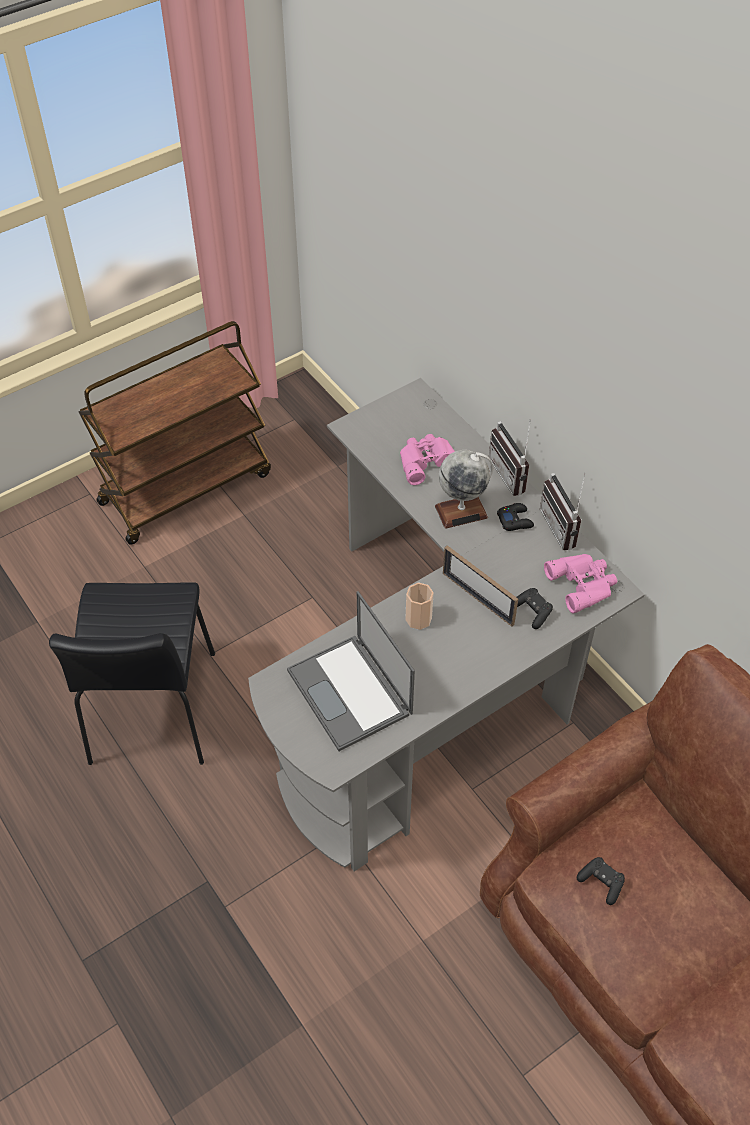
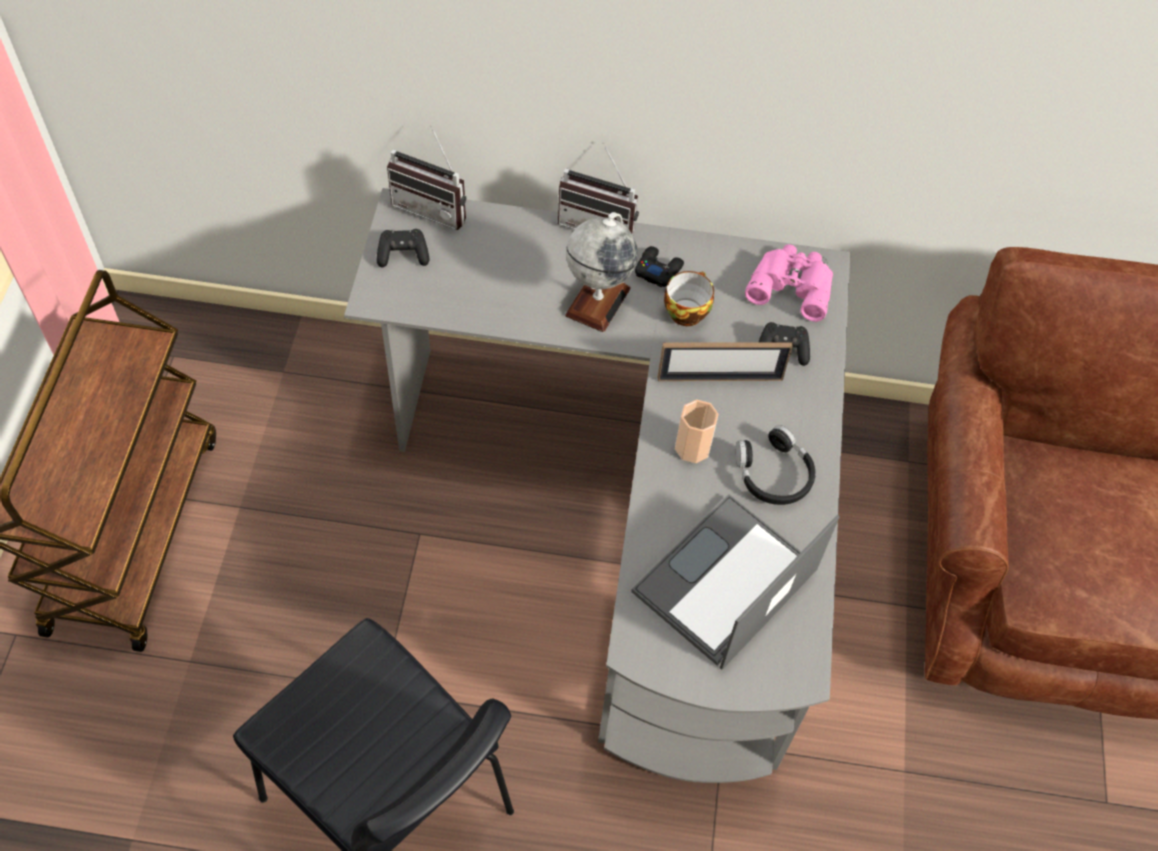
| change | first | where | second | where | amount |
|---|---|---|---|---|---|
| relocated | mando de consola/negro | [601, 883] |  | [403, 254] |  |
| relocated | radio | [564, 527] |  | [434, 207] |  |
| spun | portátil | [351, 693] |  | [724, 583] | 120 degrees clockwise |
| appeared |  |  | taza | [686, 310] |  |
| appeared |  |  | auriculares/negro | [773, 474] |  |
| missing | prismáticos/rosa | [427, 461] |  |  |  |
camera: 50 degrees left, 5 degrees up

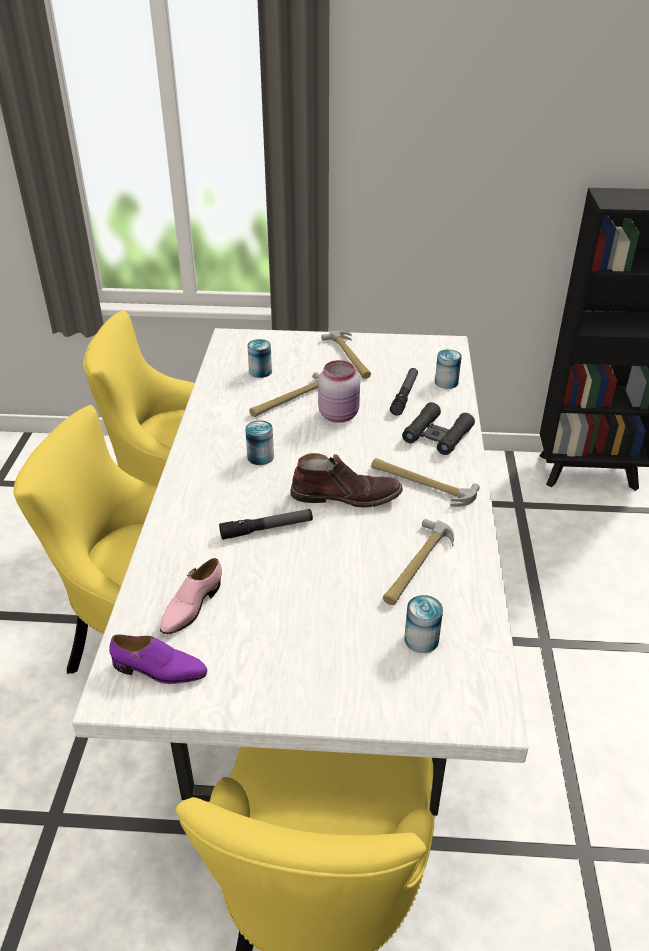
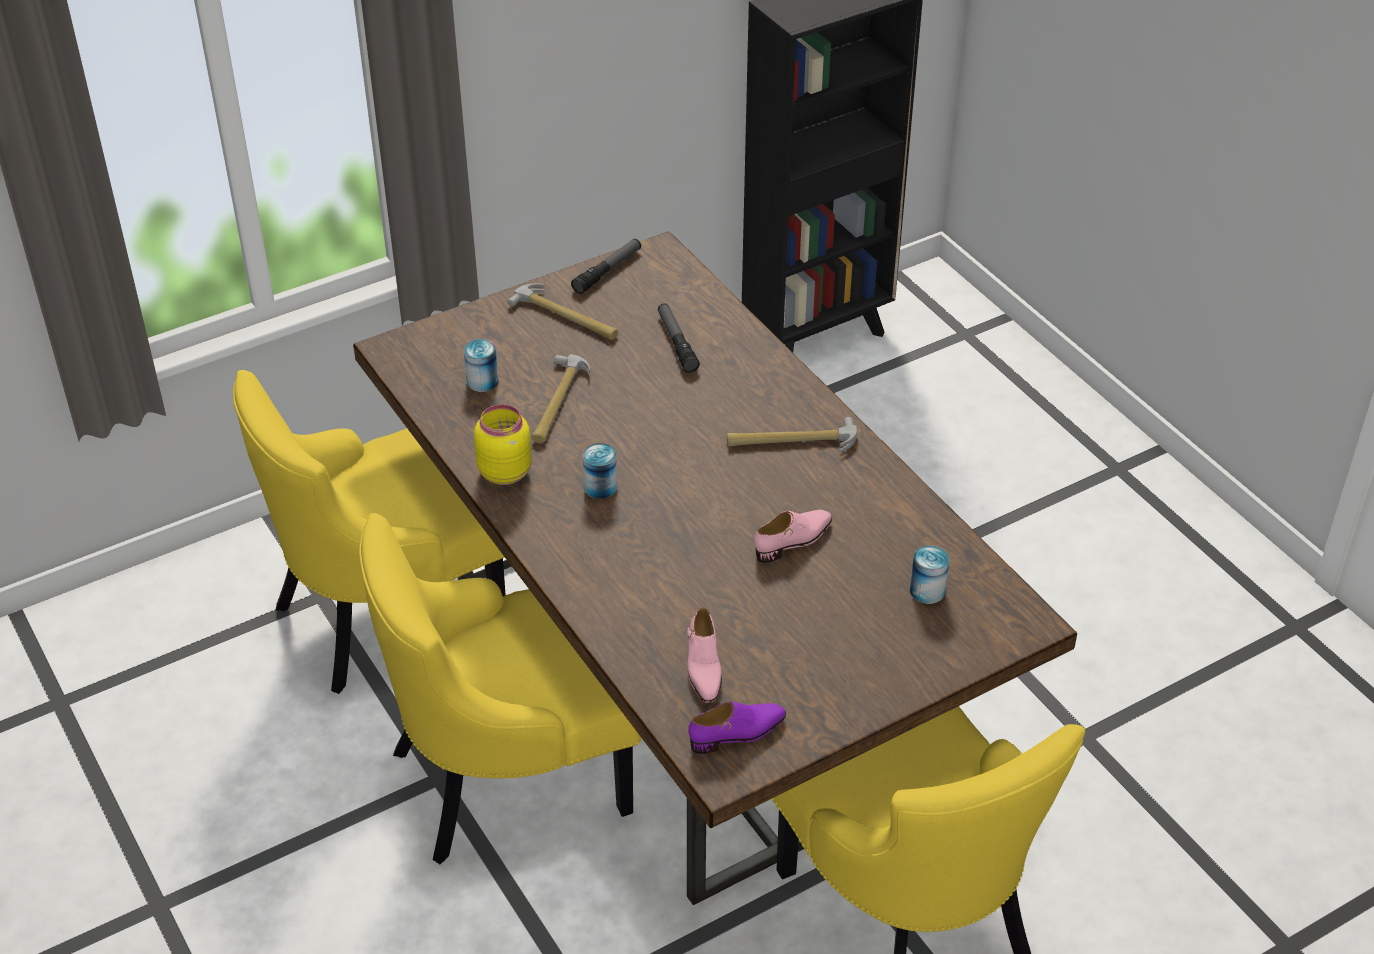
| change | first | where | second | where | amount |
|---|---|---|---|---|---|
| colour | mesa de comedor/blanco | [324, 634] | mesa de comedor/marrón | [685, 670] |  |
| appeared |  |  | tarro/amarillo | [505, 471] |  |
| relocated | linterna | [266, 529] |  | [607, 271] |  |
| appeared |  |  | zapato/rosa | [794, 540] |  |
| missing | bota/marrón | [346, 495] |  |  |  |
| missing | tarro/rosa | [339, 415] |  |  |  |
| missing | martillo | [416, 565] |  |  |  |
| missing | prismáticos/negro | [437, 435] |  |  |  |
| missing | lata | [446, 382] |  |  |  |
camera: 35 degrees left, 5 degrees up

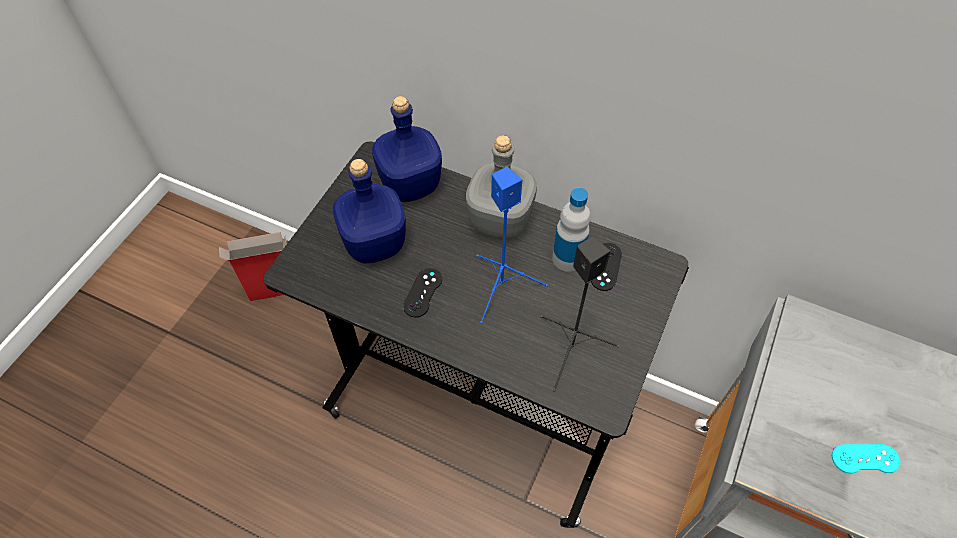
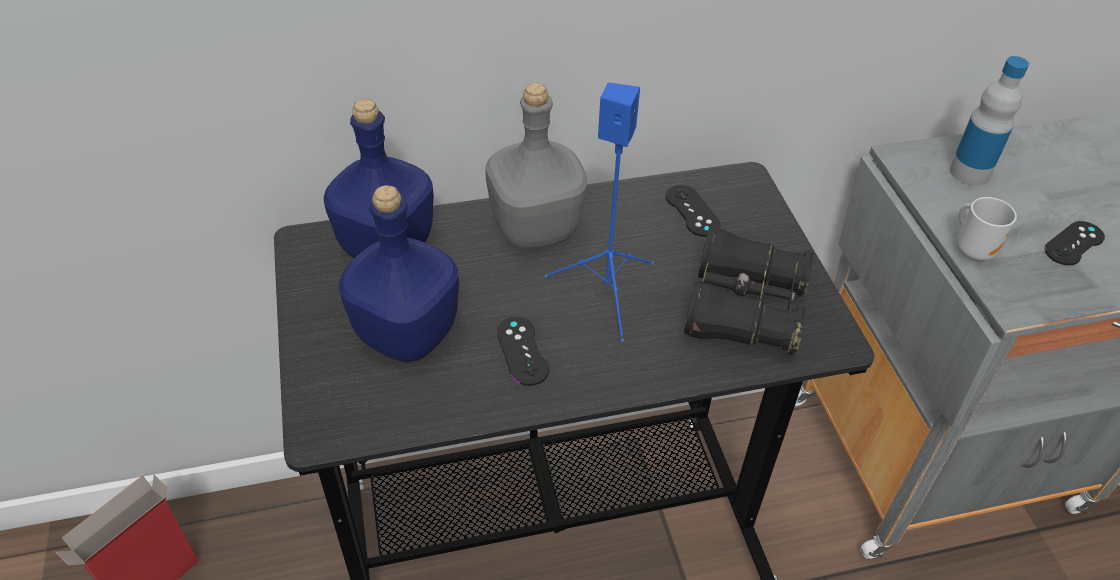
| change | first | where | second | where | amount |
|---|---|---|---|---|---|
| exchanged | altavoz/negro | [572, 349] | prismáticos/negro | [744, 308] |  |
| relocated | botella | [567, 258] |  | [969, 172] |  |
| appeared |  |  | taza grande | [973, 250] |  |
| colour | mando de consola/turquesa | [865, 458] | mando de consola/negro | [1074, 243] |  |
camera: 40 degrees left, 10 degrees down

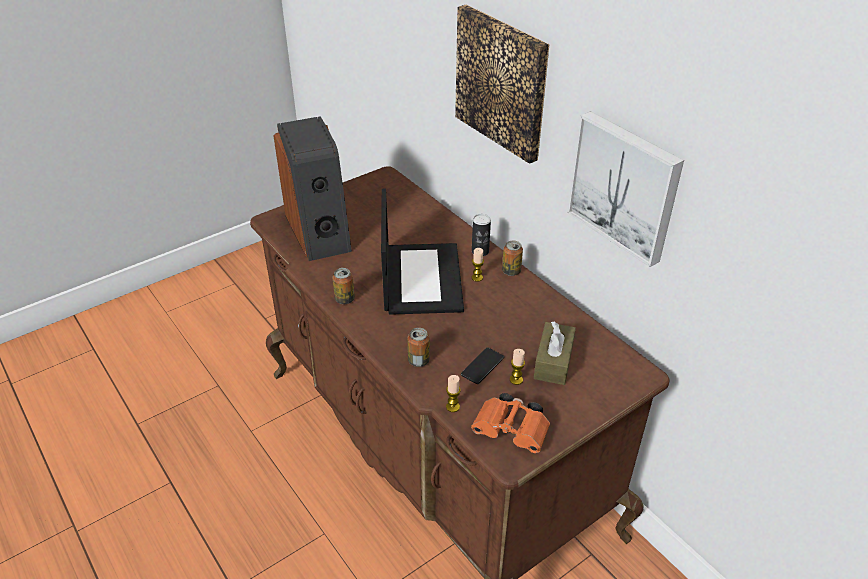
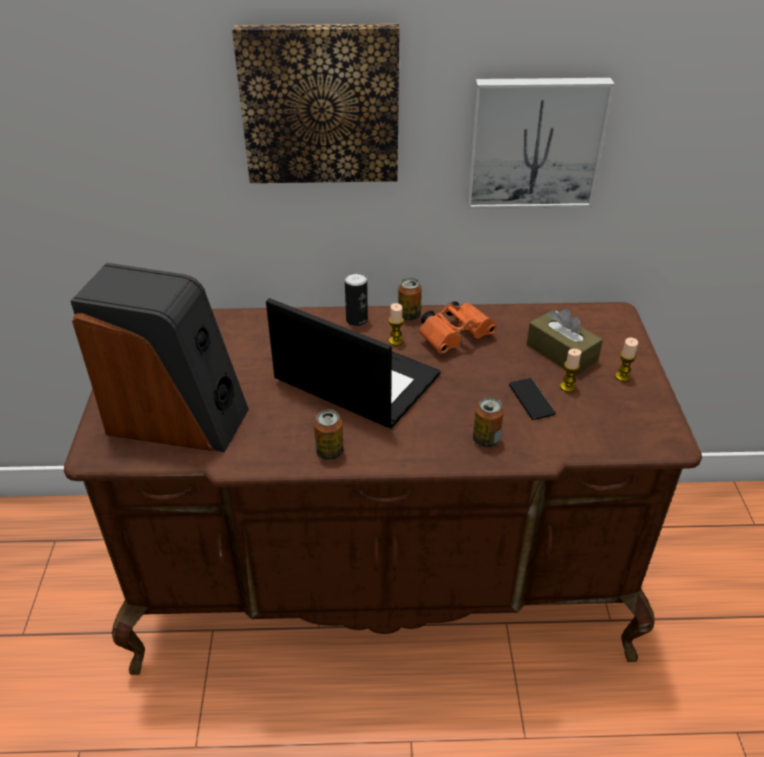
| change | first | where | second | where | amount |
|---|---|---|---|---|---|
| relocated | prismáticos/naranja | [513, 432] |  | [456, 337] |  |
| relocated | vela | [453, 407] |  | [622, 376] |  |
camera: 55 degrees left, 0 degrees up

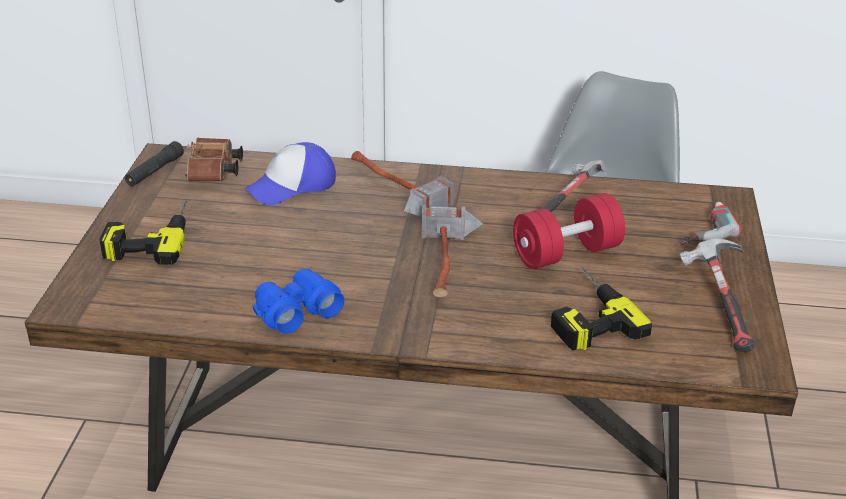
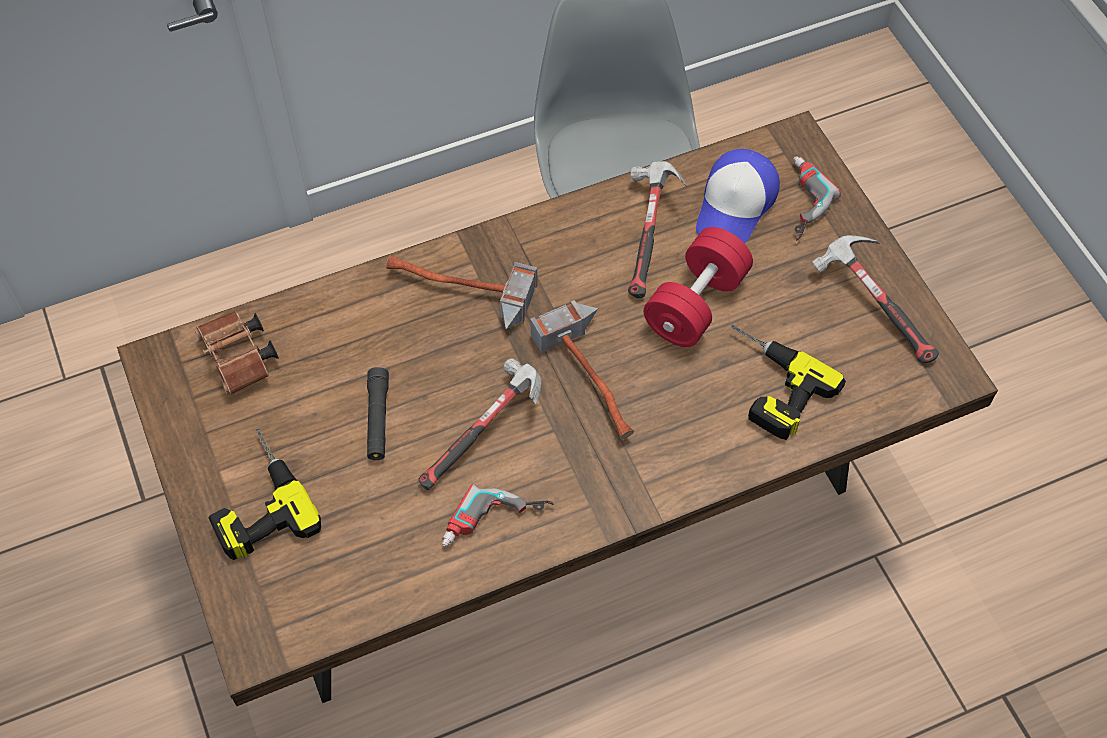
| change | first | where | second | where | amount |
|---|---|---|---|---|---|
| relocated | linterna/negro | [155, 171] |  | [378, 419] |  |
| appeared |  |  | martillo | [484, 432] |  |
| exchanged | prismáticos/azul | [296, 311] | taladro | [496, 526] |  |
| relocated | gorra | [292, 186] |  | [735, 205] |  |
camera: 30 degrees left, 25 degrees up

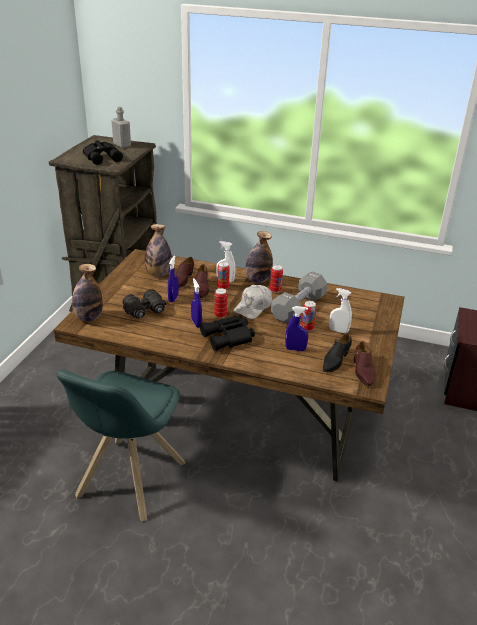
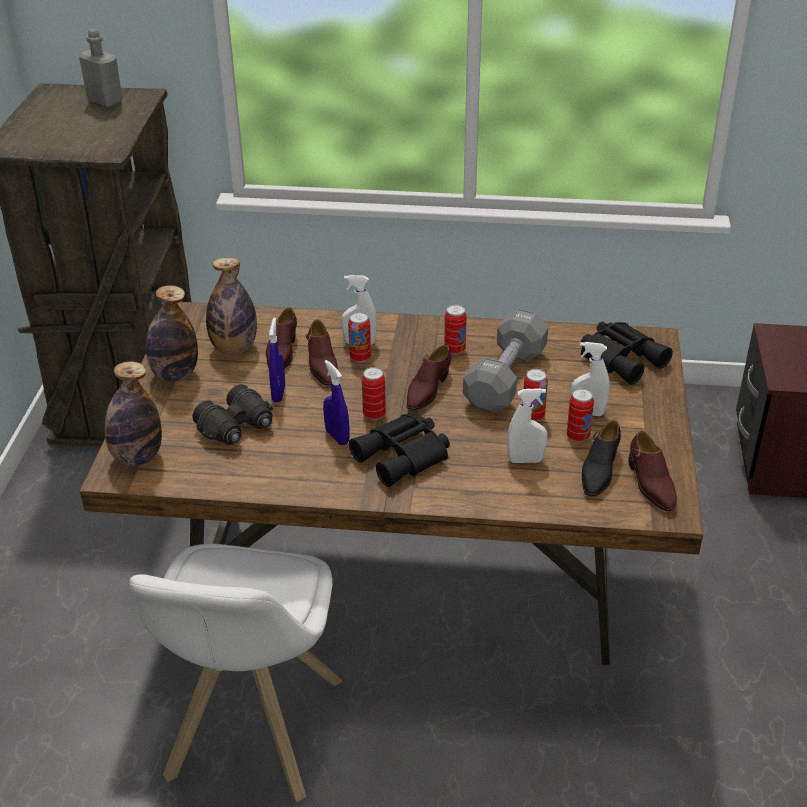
| change | first | where | second | where | amount |
|---|---|---|---|---|---|
| colour | silla/turquesa | [130, 479] | silla/blanco | [253, 728] |  |
| relocated | botella | [257, 280] |  | [175, 375] |  |
| exchanged | gorra/blanco | [253, 307] | zapato/marrón | [427, 389] |  |
| colour | pulverizador/azul | [295, 349] | pulverizador/blanco | [525, 460] |  |
| appeared |  |  | lata | [578, 436] |  |
| relocated | prismáticos/negro | [103, 157] |  | [622, 357] |  |
camera: 10 degrees left, 5 degrees up

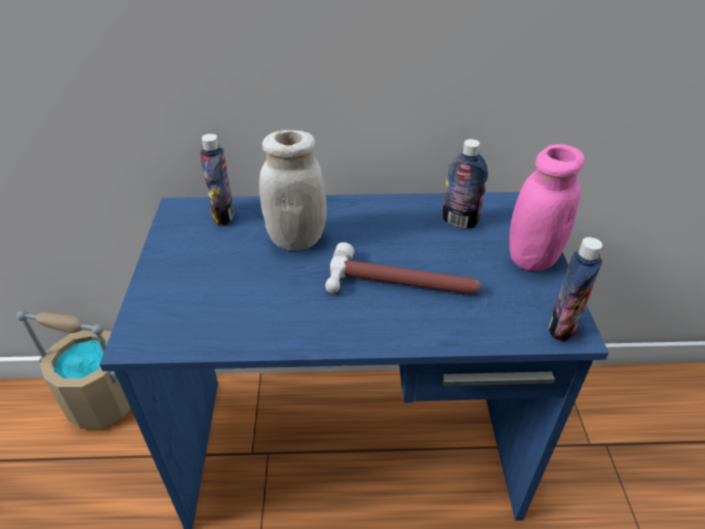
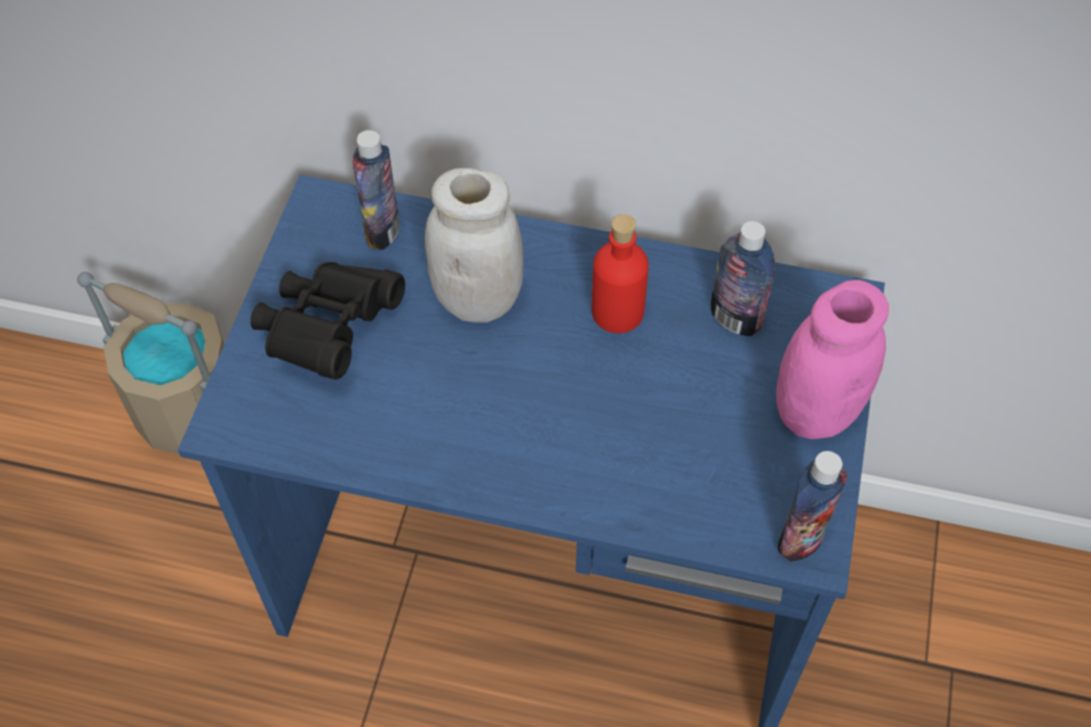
| change | first | where | second | where | amount |
|---|---|---|---|---|---|
| appeared |  |  | prismáticos/negro | [328, 330] |  |
| appeared |  |  | botella/rojo | [617, 312] |  |
| missing | martillo | [402, 285] |  |  |  |
camera: 15 degrees right, 15 degrees up

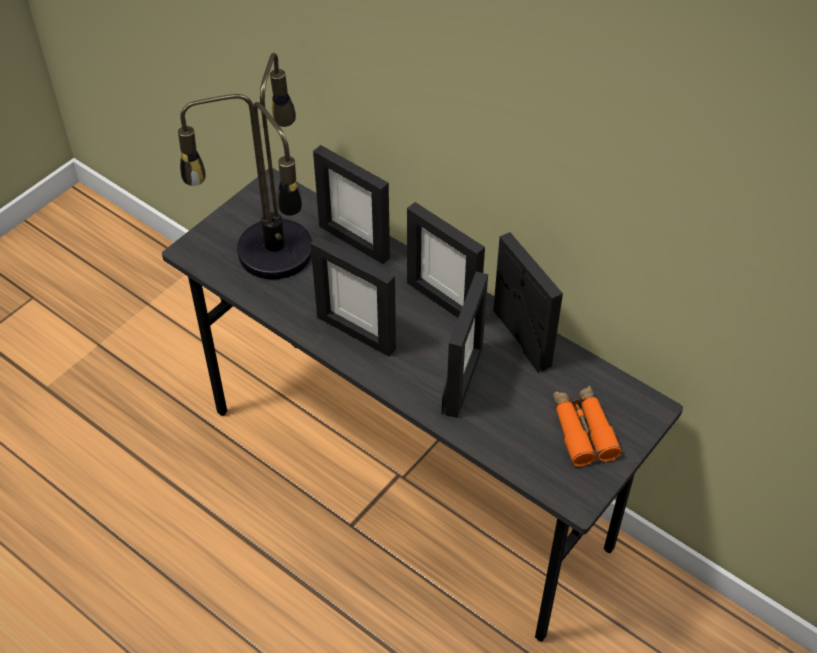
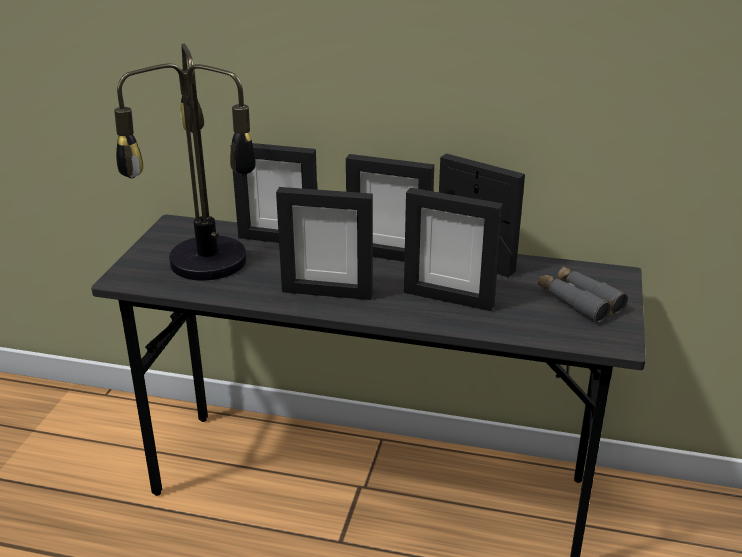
| change | first | where | second | where | amount |
|---|---|---|---|---|---|
| spun | portarretratos | [462, 380] |  | [449, 298] | 120 degrees clockwise |
| colour | prismáticos/naranja | [582, 430] | prismáticos/gris | [579, 301] |  |
camera: 25 degrees left, 20 degrees down

